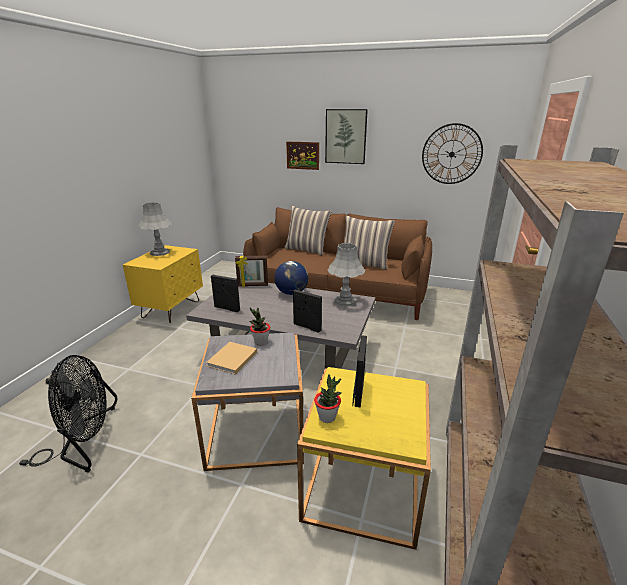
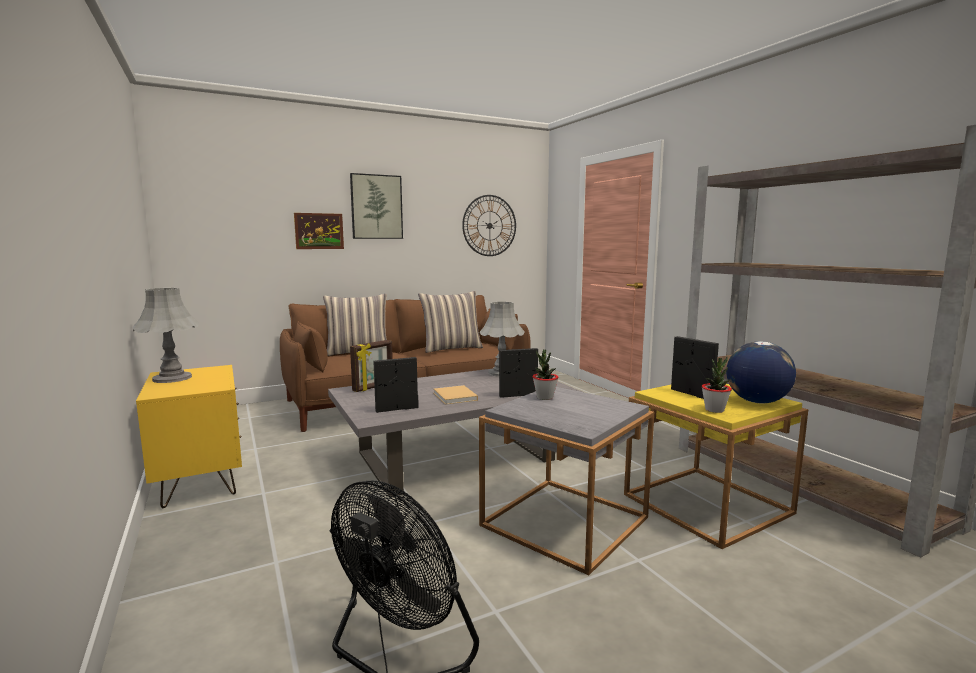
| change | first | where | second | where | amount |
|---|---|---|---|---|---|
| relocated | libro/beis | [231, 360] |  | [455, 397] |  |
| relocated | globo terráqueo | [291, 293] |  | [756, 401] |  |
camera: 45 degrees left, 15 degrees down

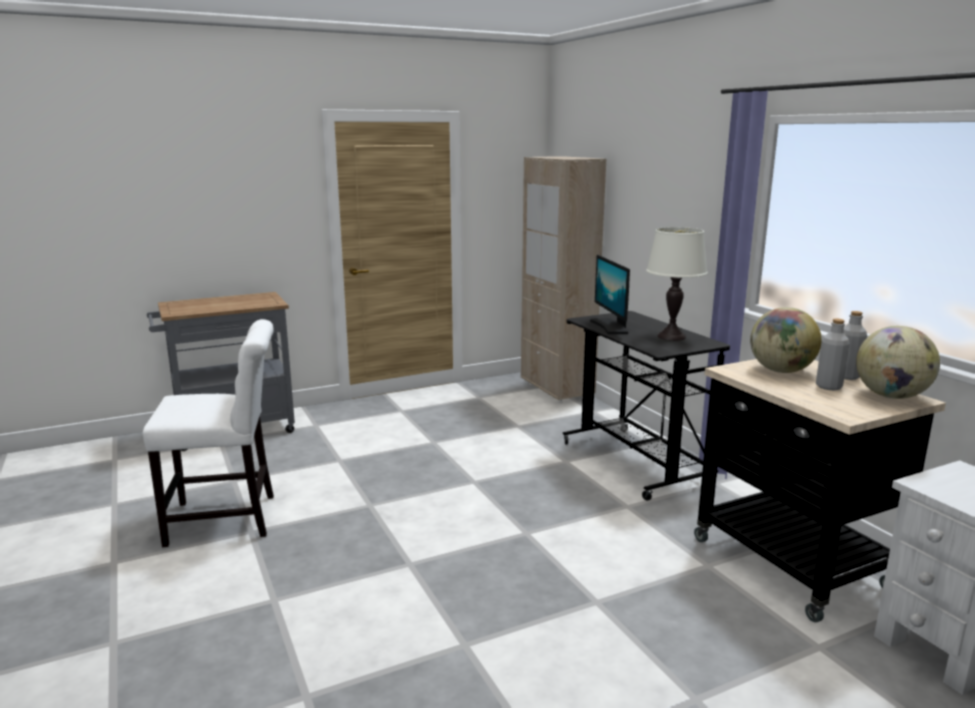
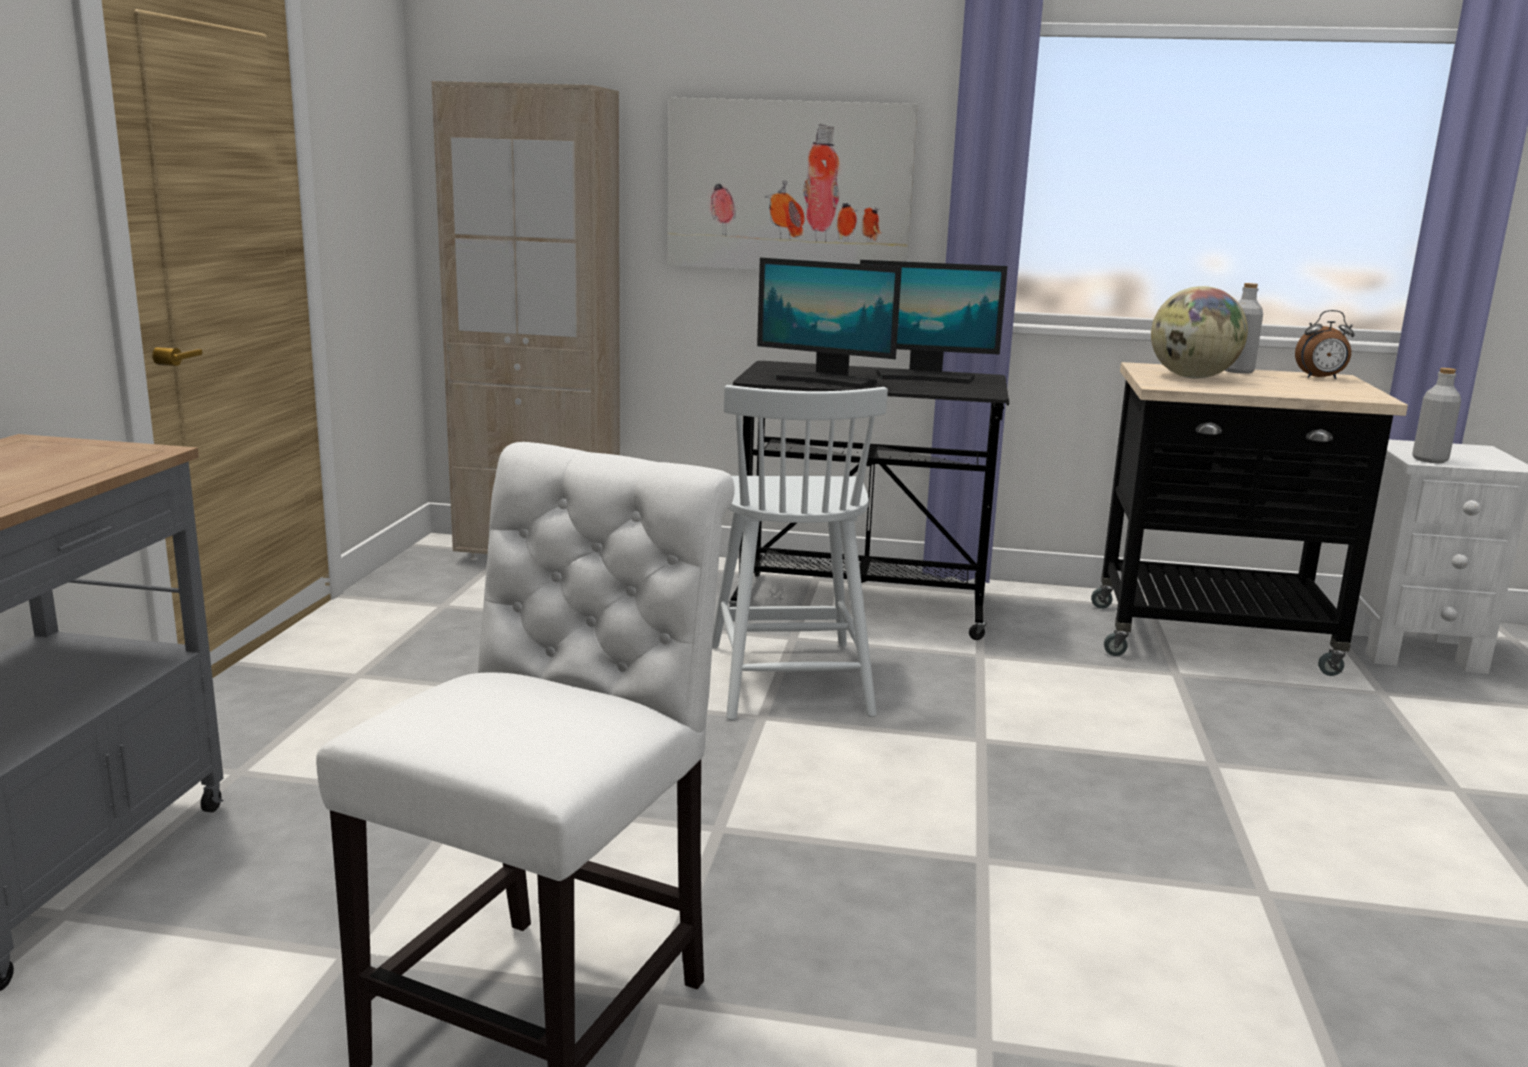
| change | first | where | second | where | amount |
|---|---|---|---|---|---|
| appeared |  |  | cuadro | [789, 187] |  |
| appeared |  |  | silla/blanco | [788, 677] |  |
| exchanged | lámpara de mesa/blanco | [671, 336] | monitor | [925, 378] |  |
| exchanged | globo terráqueo | [891, 396] | despertador | [1321, 378] |  |
| relocated | botella/gris | [828, 387] |  | [1429, 460] |  |
camera: 55 degrees left, 0 degrees up

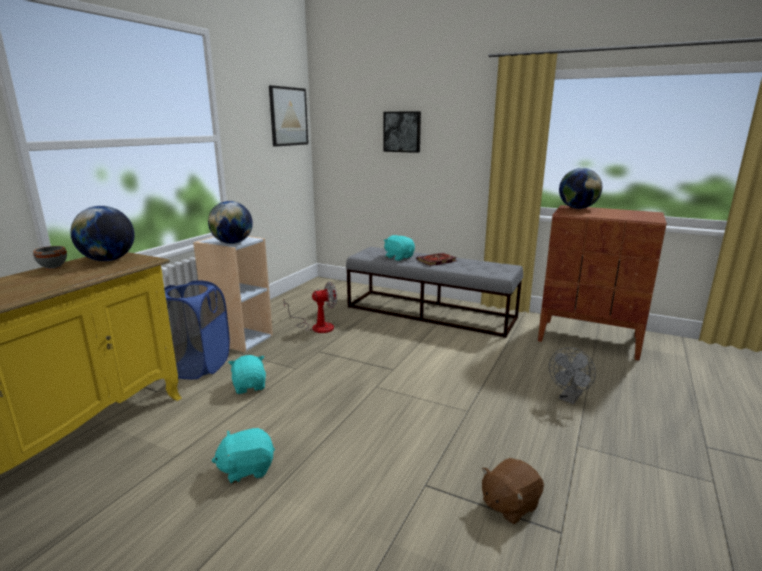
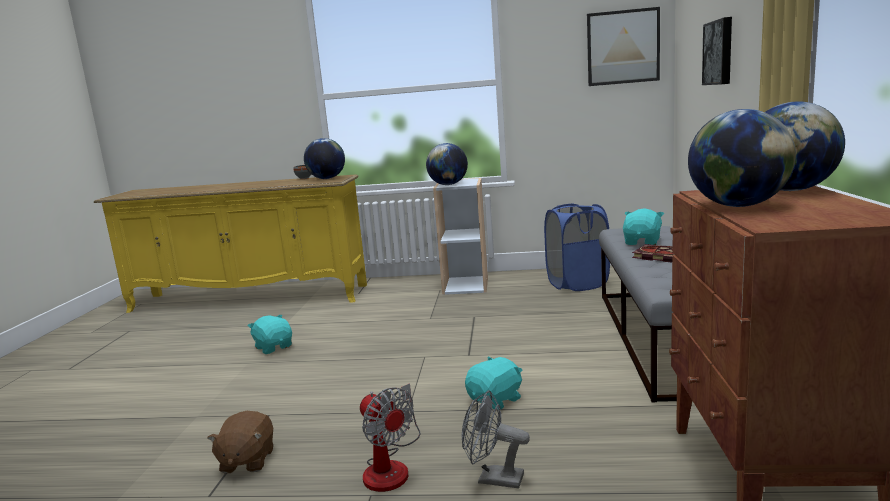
| change | first | where | second | where | amount |
|---|---|---|---|---|---|
| spun | peluche/marrón | [509, 504] |  | [247, 461] | 120 degrees counterclockwise |
| relocated | ventilador | [316, 326] |  | [391, 466] |  |
| relocated | peluche/turquesa | [250, 386] |  | [496, 400] |  |
| relocated | cesto de la ropa/azul | [198, 366] |  | [577, 284] |  |
| appeared |  |  | globo terráqueo | [738, 206] |  |
camera: 70 degrees right, 5 degrees down

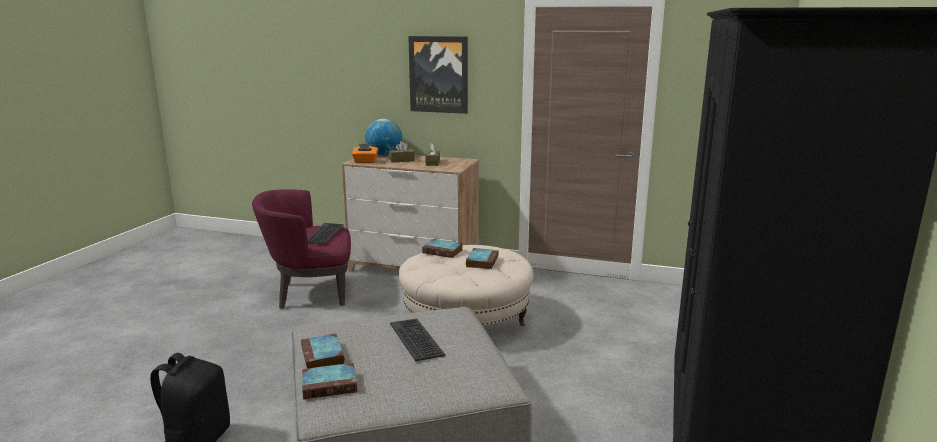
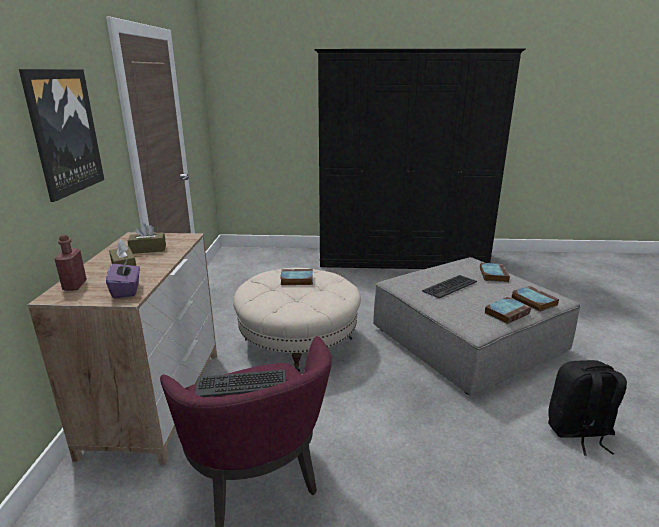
| change | first | where | second | where | amount |
|---|---|---|---|---|---|
| exchanged | globo terráqueo | [384, 155] | botella/rojo | [75, 285] |  |
| colour | caja de pañuelos/naranja | [365, 161] | caja de pañuelos/morado | [127, 290] |  |
| relocated | libro | [443, 251] |  | [493, 274] |  |
camera: 105 degrees left, 5 degrees up

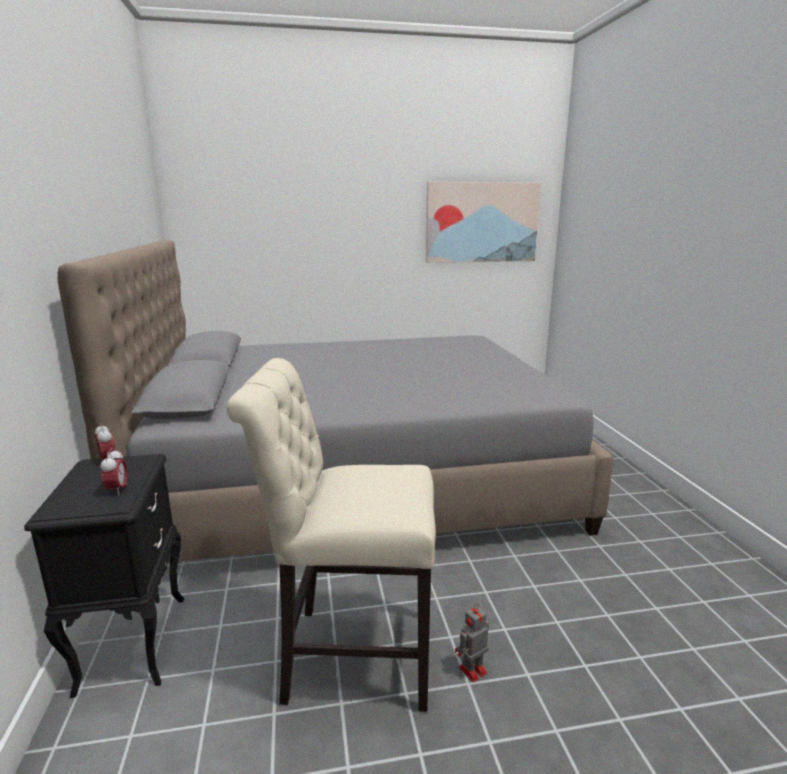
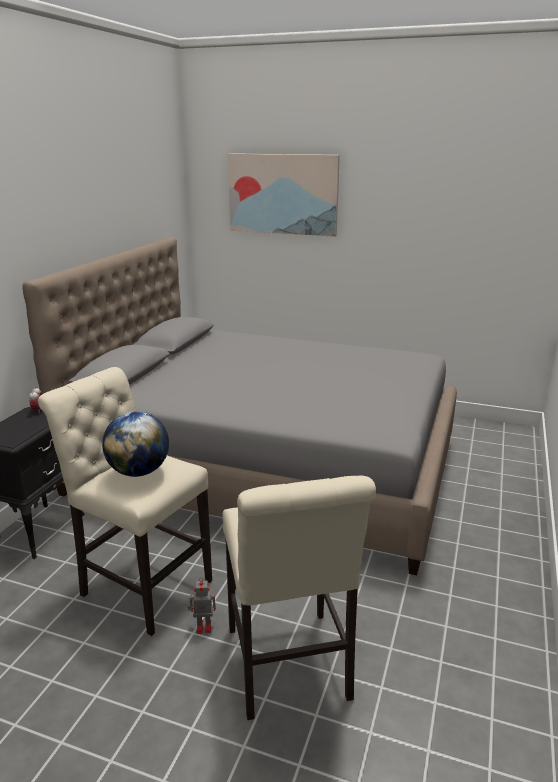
| change | first | where | second | where | amount |
|---|---|---|---|---|---|
| appeared |  |  | globo terráqueo | [139, 472] |  |
| appeared |  |  | taburete/beis | [288, 670] |  |
| relocated | cuadro | [481, 222] |  | [283, 194] |  |
| missing | despertador | [117, 490] |  |  |  |
camera: 30 degrees right, 5 degrees up

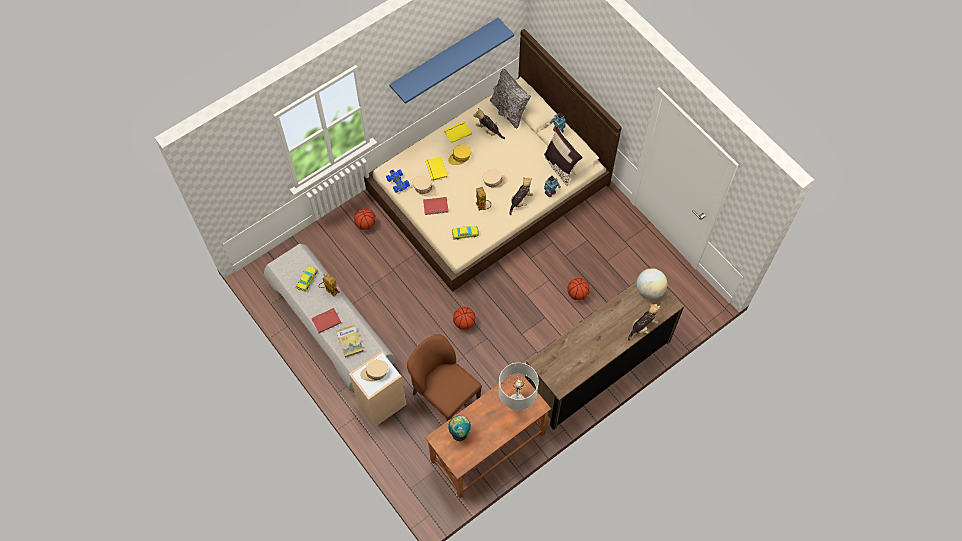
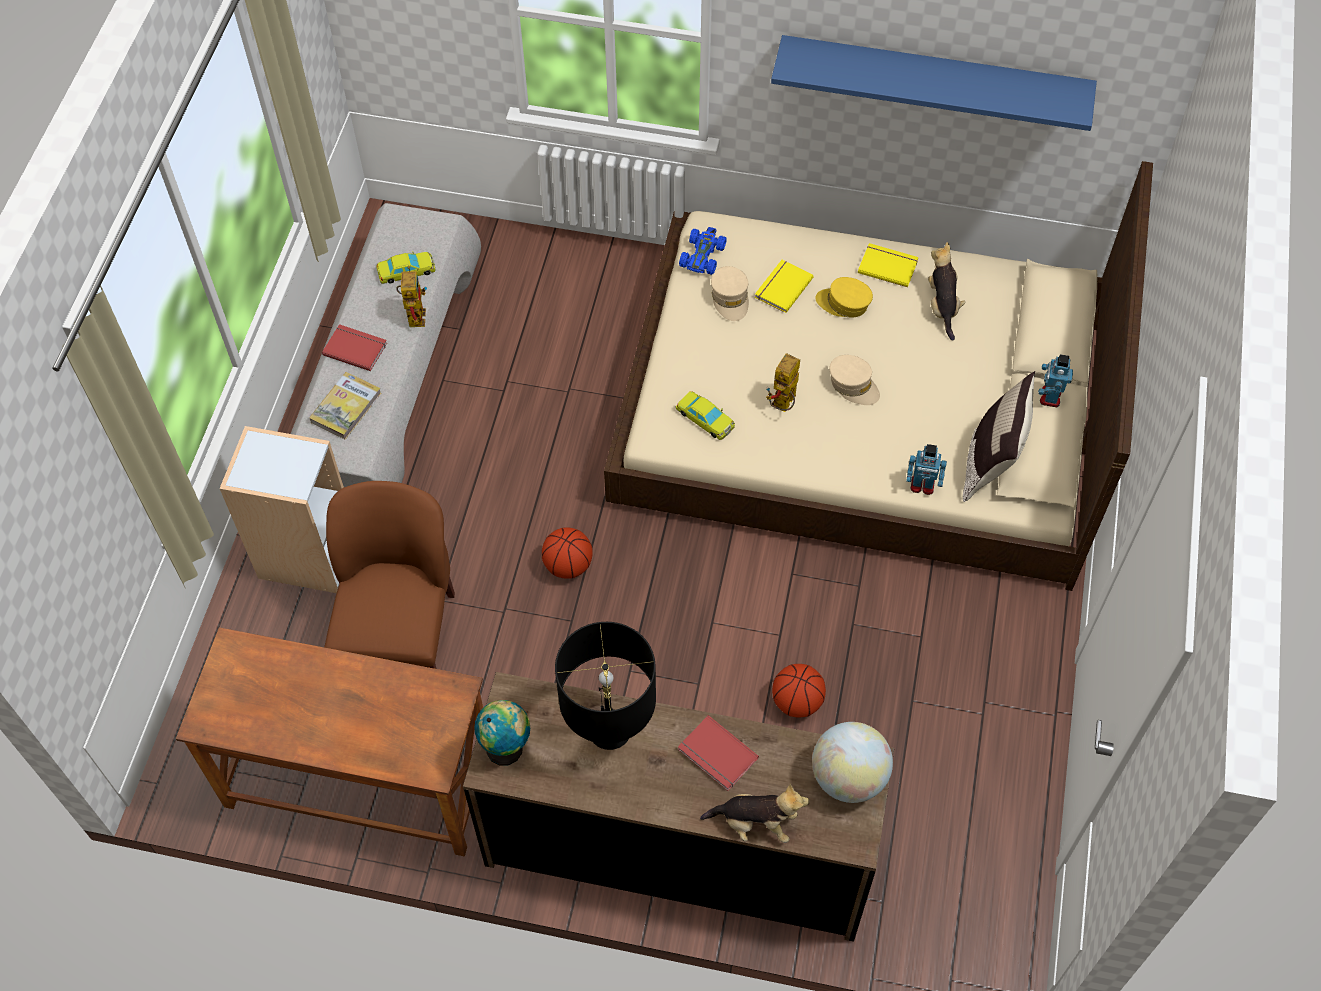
| change | first | where | second | where | amount |
|---|---|---|---|---|---|
| relocated | globo terráqueo | [459, 432] |  | [507, 747] |  |
| appeared |  |  | lámpara de mesa/negro | [610, 732] |  |
| relocated | libro/rojo | [436, 207] |  | [716, 756] |  |
| missing | balón de baloncesto | [365, 224] |  |  |  |
| missing | gorra/beis | [374, 372] |  |  |  |
| missing | cojín/gris | [508, 111] |  |  |  |
| missing | lámpara de mesa/blanco | [516, 402] |  |  |  |
| missing | peluche | [520, 201] |  |  |  |
camera: 50 degrees right, 5 degrees down

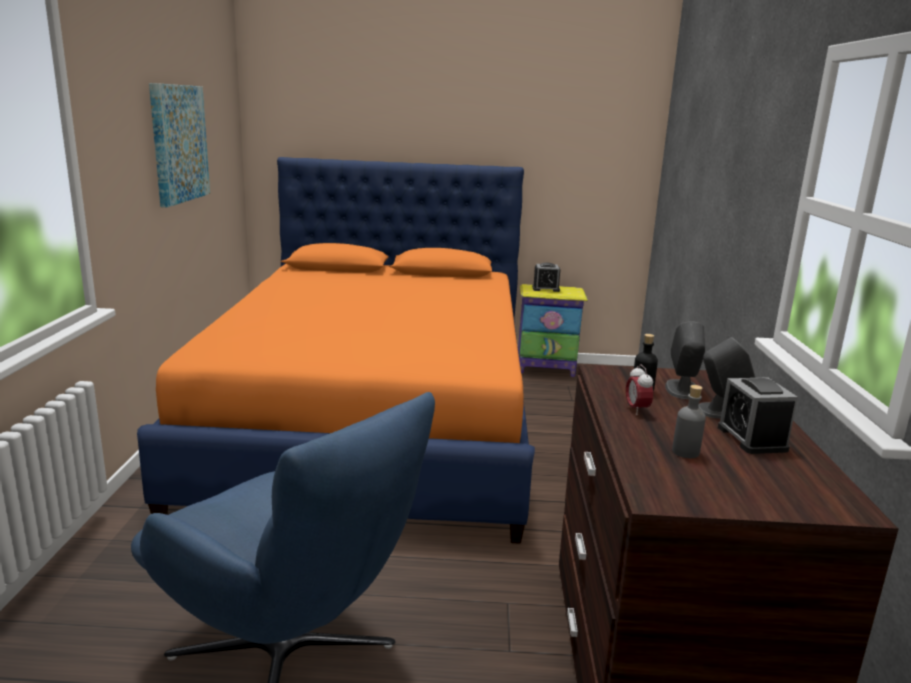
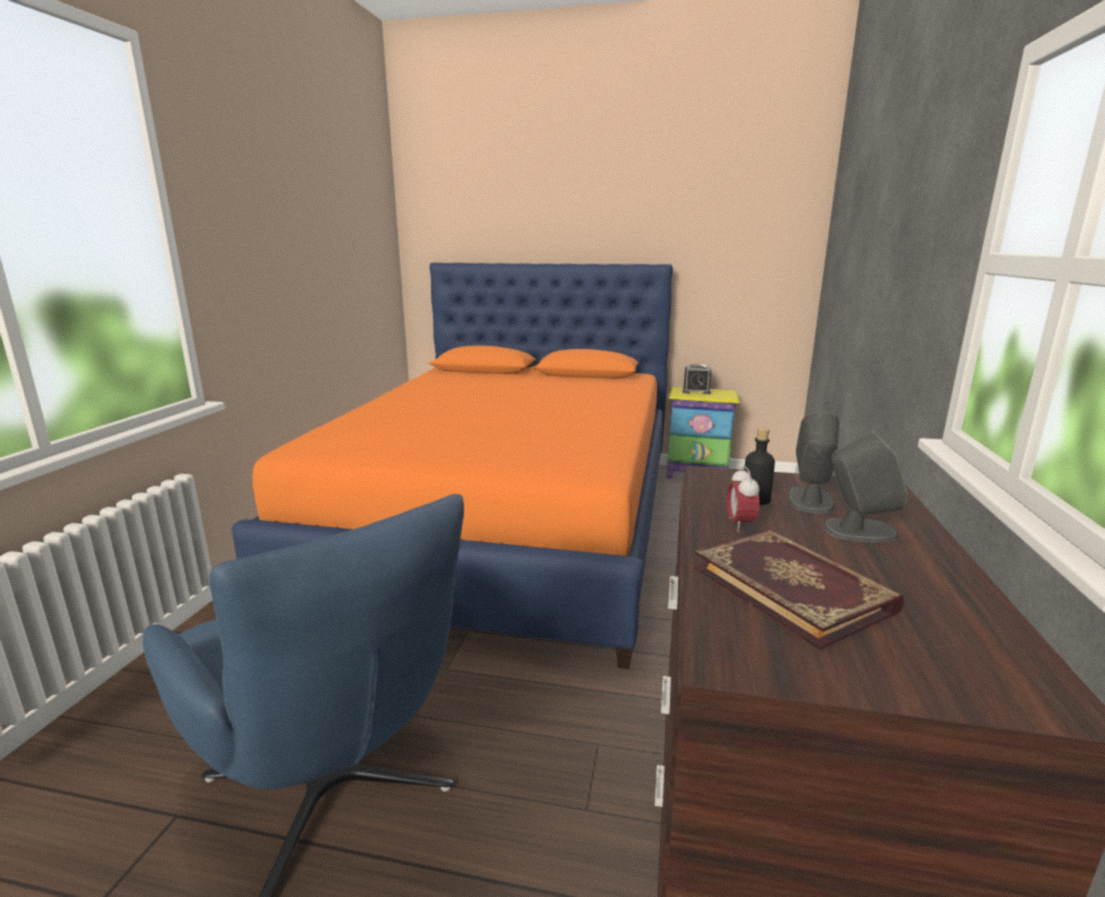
| change | first | where | second | where | amount |
|---|---|---|---|---|---|
| exchanged | botella/gris | [685, 452] | libro | [792, 588] |  |
| missing | cuadro | [179, 143] |  |  |  |
| missing | despertador | [752, 438] |  |  |  |
camera: 10 degrees right, 0 degrees up

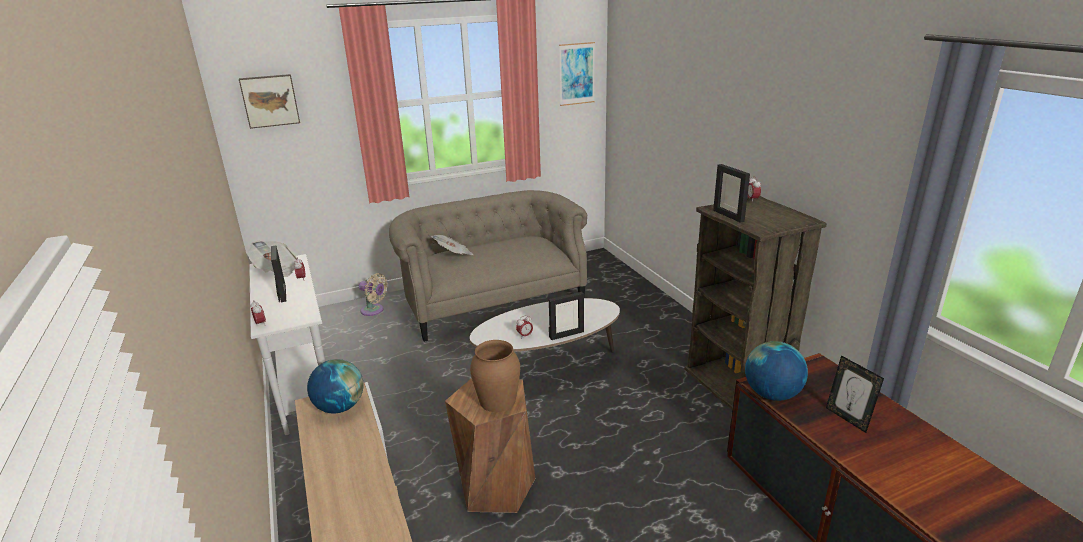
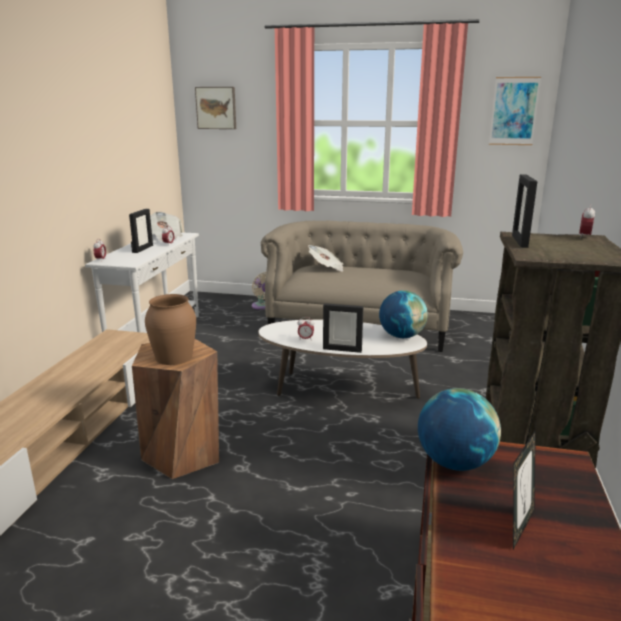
| change | first | where | second | where | amount |
|---|---|---|---|---|---|
| relocated | globo terráqueo | [340, 407] |  | [401, 336] |  |
| spun | portarretratos | [847, 418] |  | [518, 526] | 150 degrees counterclockwise |
camera: 35 degrees right, 5 degrees down

